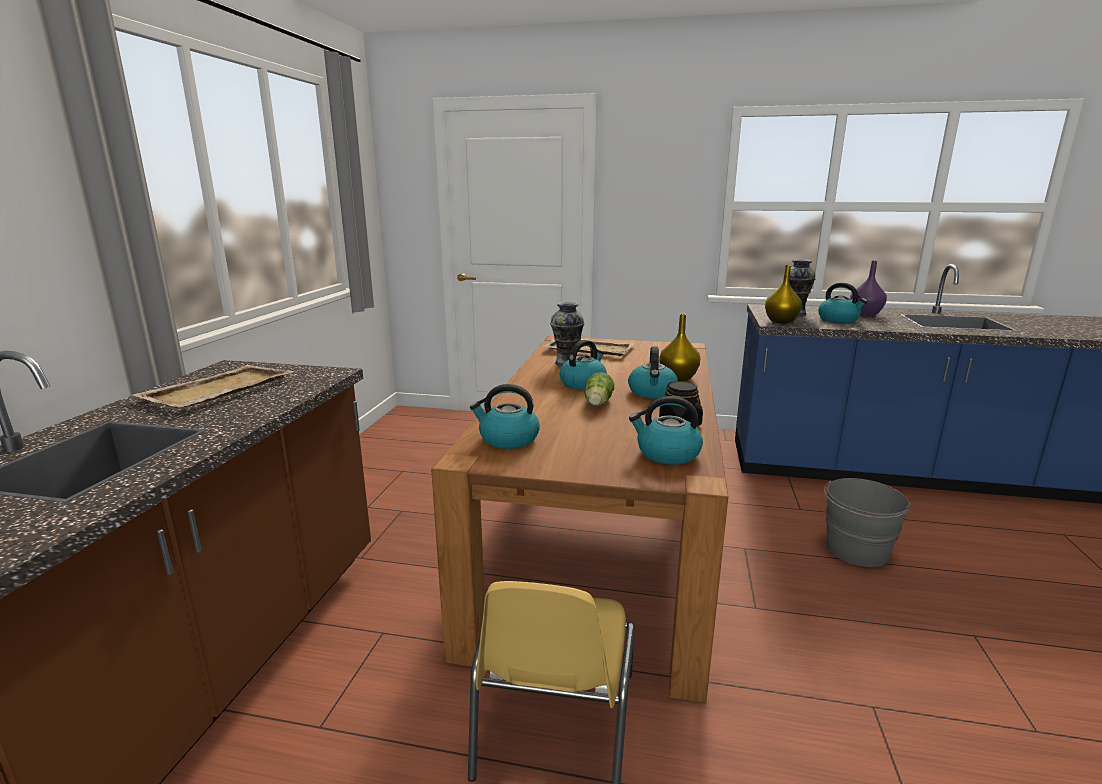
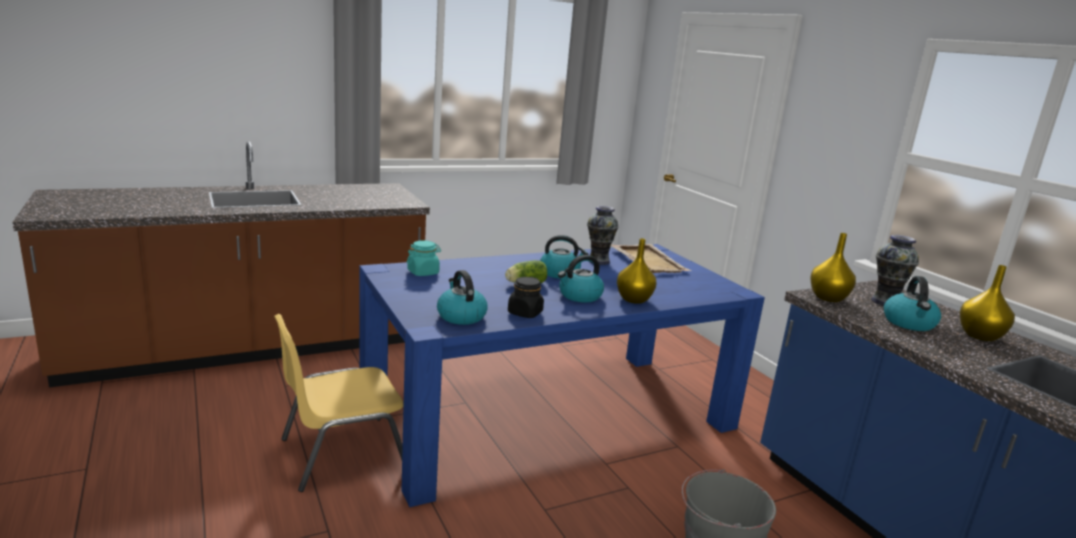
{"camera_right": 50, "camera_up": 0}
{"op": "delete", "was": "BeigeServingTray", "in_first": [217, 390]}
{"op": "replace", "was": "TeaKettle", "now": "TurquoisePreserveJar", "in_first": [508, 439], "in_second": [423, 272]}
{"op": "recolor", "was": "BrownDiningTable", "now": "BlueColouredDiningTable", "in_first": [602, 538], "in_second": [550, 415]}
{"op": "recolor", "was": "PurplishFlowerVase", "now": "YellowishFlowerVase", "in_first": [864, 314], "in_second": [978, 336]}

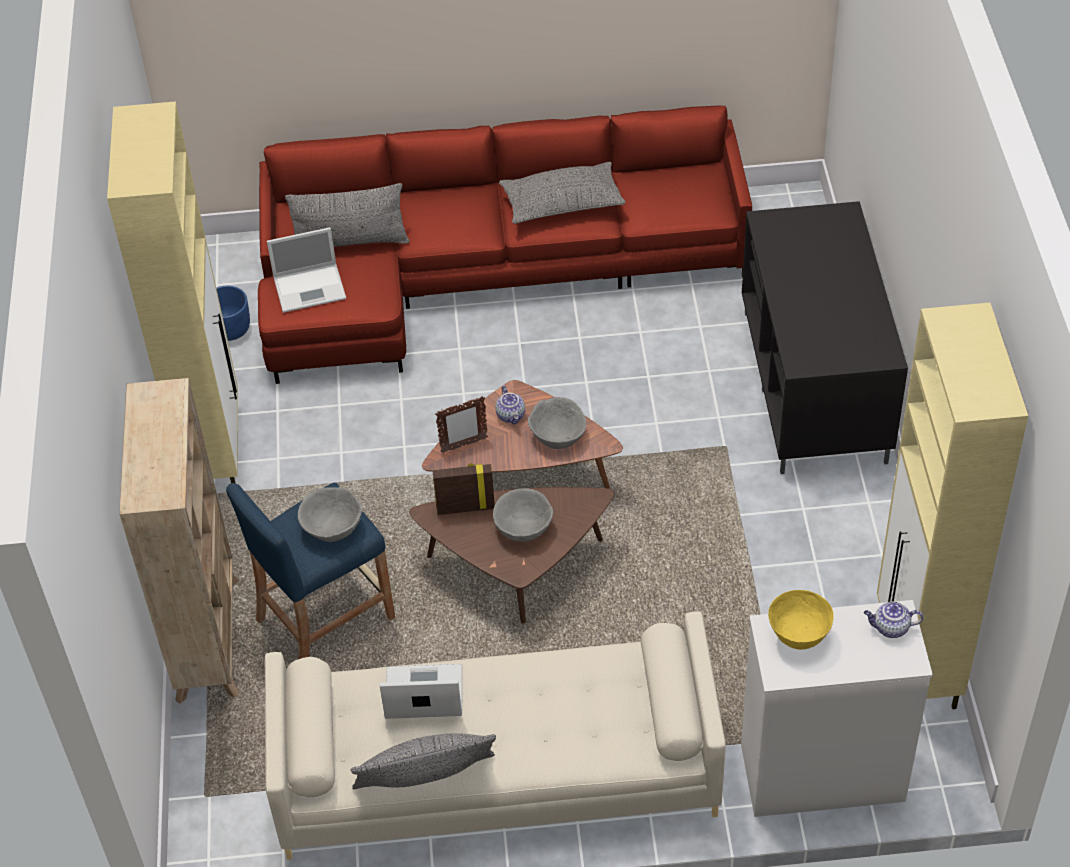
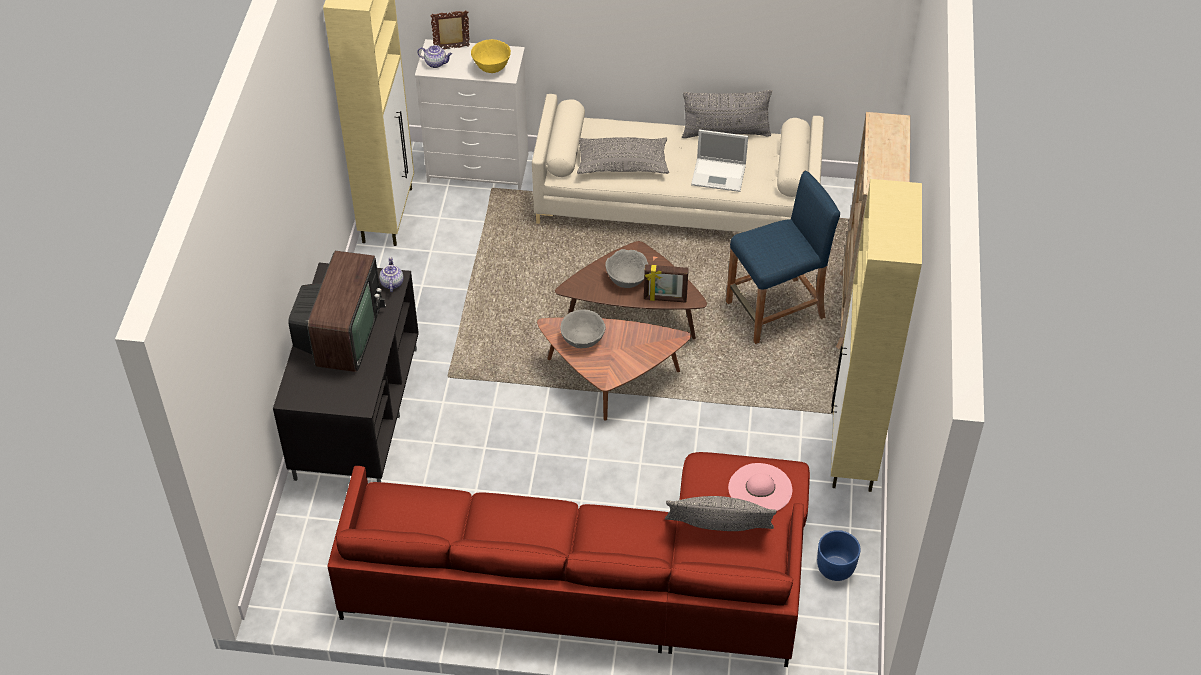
{"camera_right": -170, "camera_up": 0}
{"op": "delete", "was": "GrayBowl", "in_first": [332, 527]}
{"op": "insert", "now": "Tv", "in_second": [342, 335]}
{"op": "move", "was": "StandingFrame", "in_first": [463, 445], "in_second": [452, 48]}
{"op": "move", "was": "TeaPot", "in_first": [511, 415], "in_second": [391, 283]}
{"op": "move", "was": "GrayPillow", "in_first": [562, 203], "in_second": [622, 164]}
{"op": "replace", "was": "PortableComputer", "now": "PinkColouredClothingHat", "in_first": [311, 287], "in_second": [760, 489]}

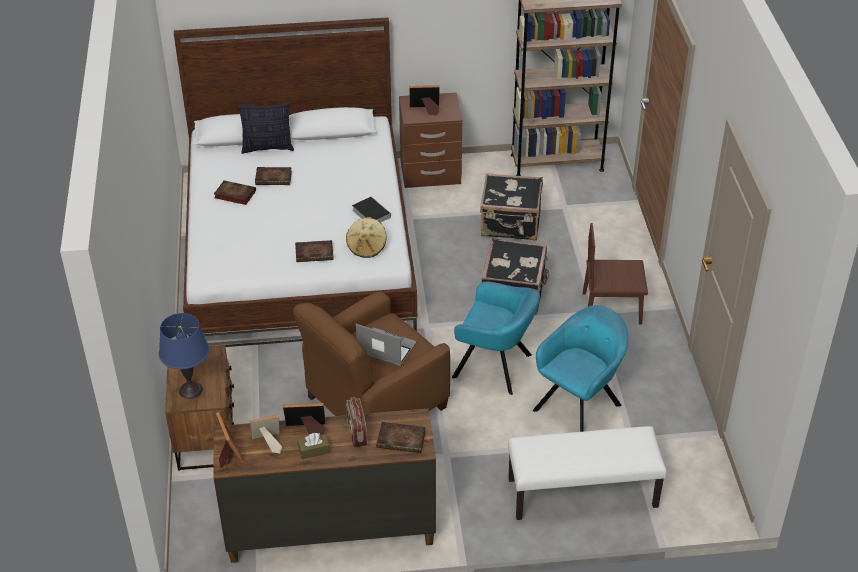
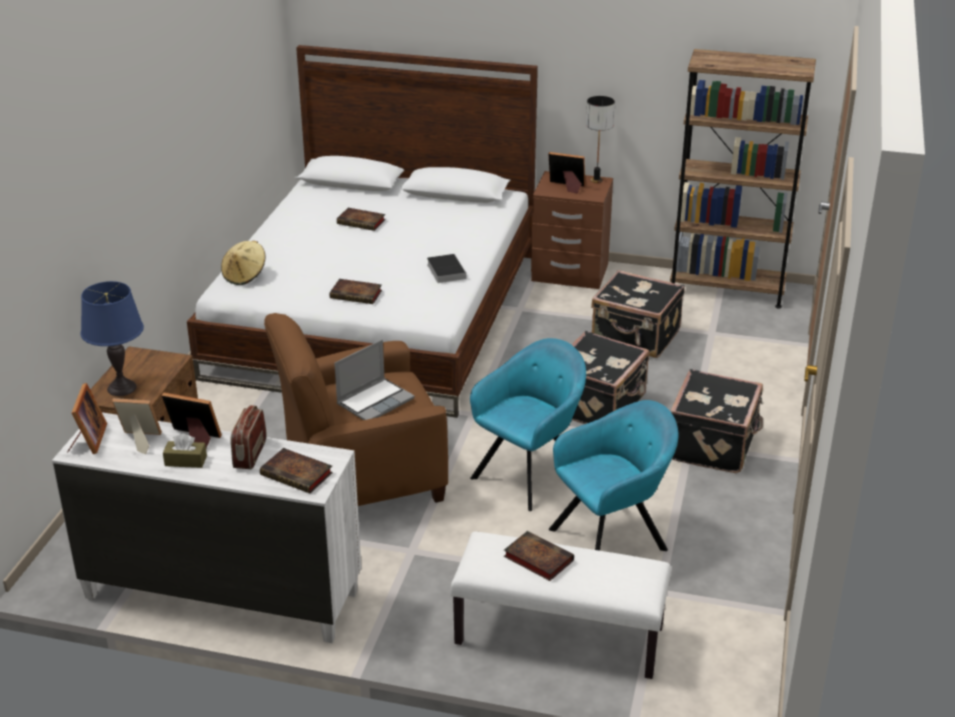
{"camera_right": 20, "camera_up": -10}
{"op": "delete", "was": "Pillow", "in_first": [267, 148]}
{"op": "insert", "now": "TableLamp", "in_second": [597, 180]}
{"op": "move", "was": "Book", "in_first": [234, 194], "in_second": [536, 558]}
{"op": "move", "was": "BeigeClothingHat", "in_first": [367, 247], "in_second": [245, 276]}
{"op": "replace", "was": "BrownChair", "now": "BlackColouredPieceOfLuggage", "in_first": [612, 308], "in_second": [713, 445]}
{"op": "recolor", "was": "BrownDrawerChest", "now": "WhiteColouredDrawerChest", "in_first": [329, 529], "in_second": [221, 593]}
{"op": "rotate", "was": "PortableComputer", "in_first": [385, 349], "in_second": [375, 401], "clockwise": 90}
{"op": "rotate", "was": "TurquoiseEasyChair", "in_first": [495, 367], "in_second": [530, 473], "clockwise": -90}

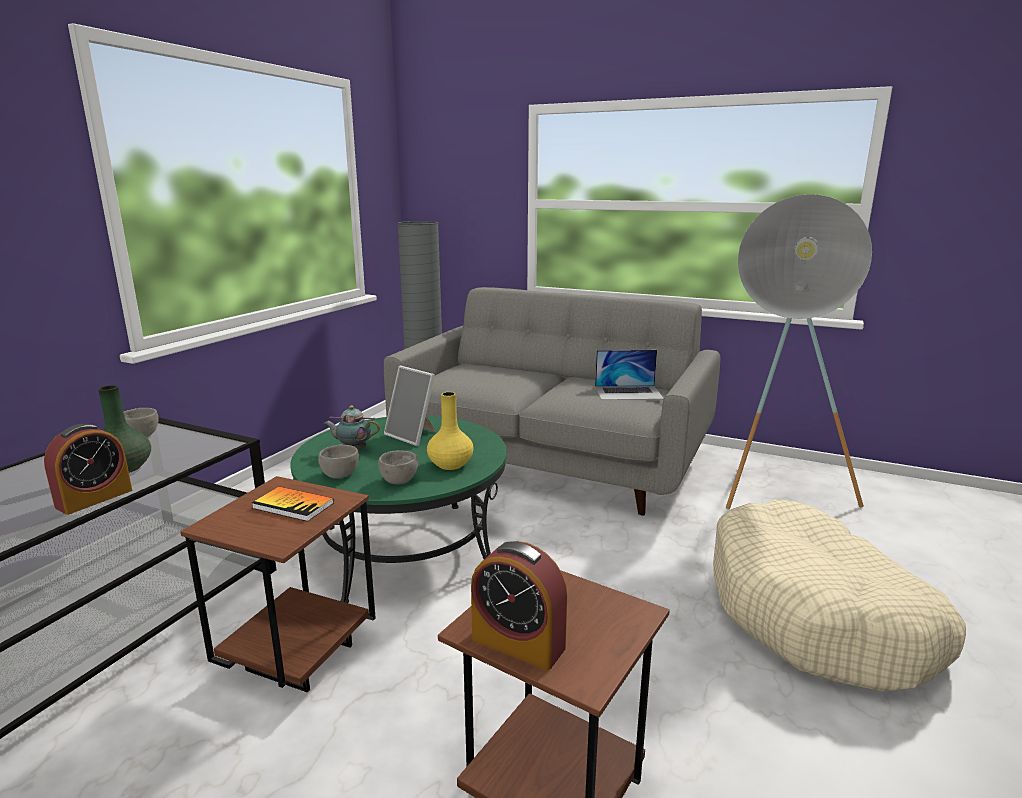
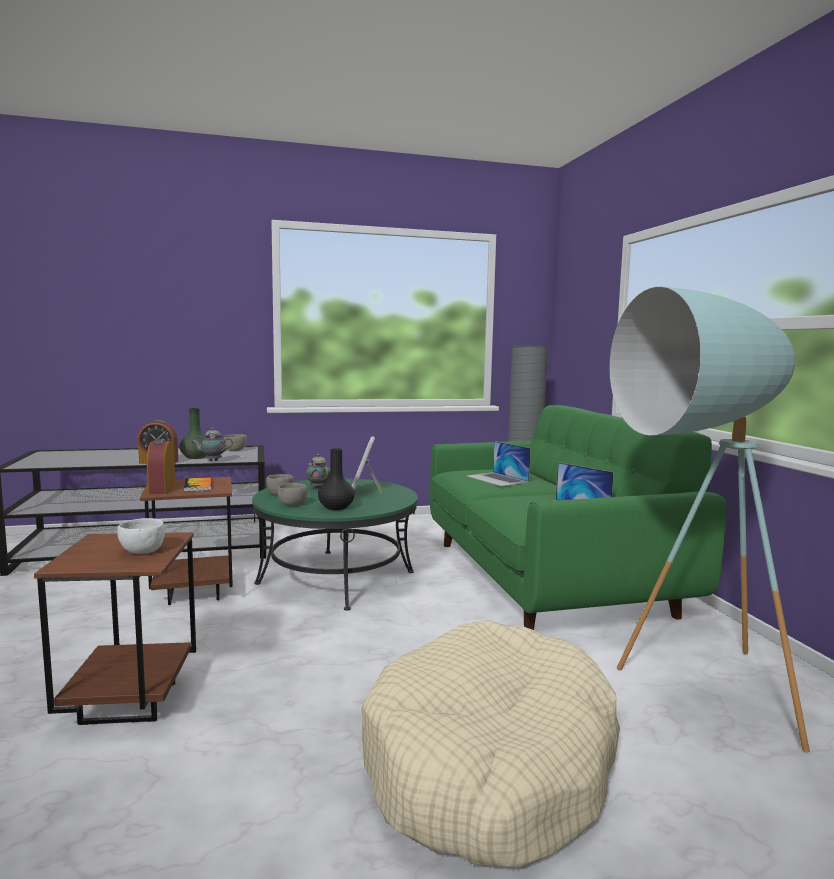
{"camera_right": 50, "camera_up": -10}
{"op": "insert", "now": "WhiteColouredBowl", "in_second": [142, 551]}
{"op": "insert", "now": "TeaPot", "in_second": [212, 461]}
{"op": "insert", "now": "PortableComputer", "in_second": [497, 479]}
{"op": "move", "was": "TableClock", "in_first": [518, 643], "in_second": [162, 489]}
{"op": "recolor", "was": "GraySettee", "now": "GreenColouredSettee", "in_first": [552, 462], "in_second": [544, 577]}
{"op": "recolor", "was": "YellowishFlowerVase", "now": "BlackColouredFlowerVase", "in_first": [450, 465], "in_second": [335, 507]}

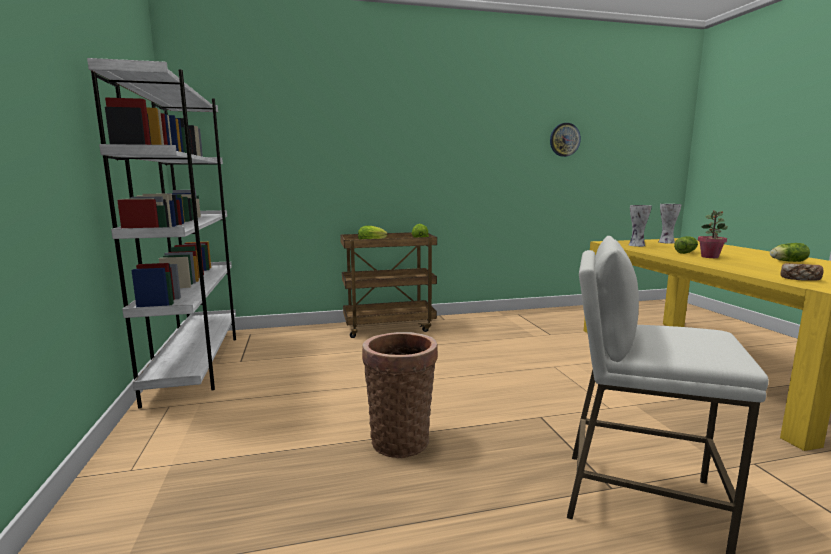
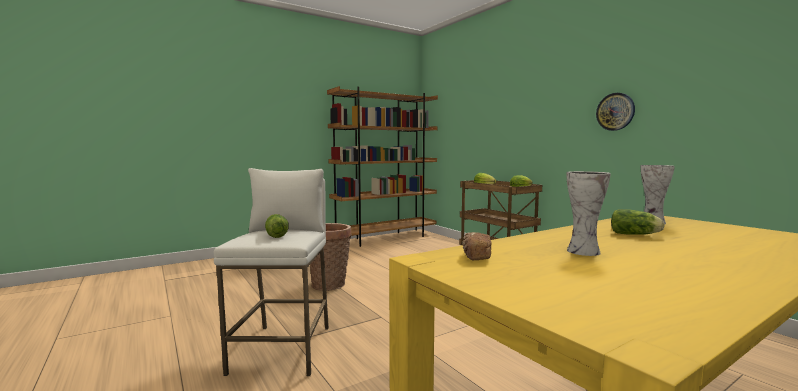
{"camera_right": 70, "camera_up": -5}
{"op": "delete", "was": "PottedPlant", "in_first": [710, 257]}
{"op": "move", "was": "ClockOnTheWall", "in_first": [564, 139], "in_second": [615, 111]}
{"op": "move", "was": "FlowerVase", "in_first": [666, 242], "in_second": [581, 251]}
{"op": "move", "was": "HeadOfLettuce", "in_first": [786, 261], "in_second": [276, 234]}
{"op": "recolor", "was": "WhiteColouredBookshelf", "now": "BrownBookshelf", "in_first": [197, 363], "in_second": [385, 238]}

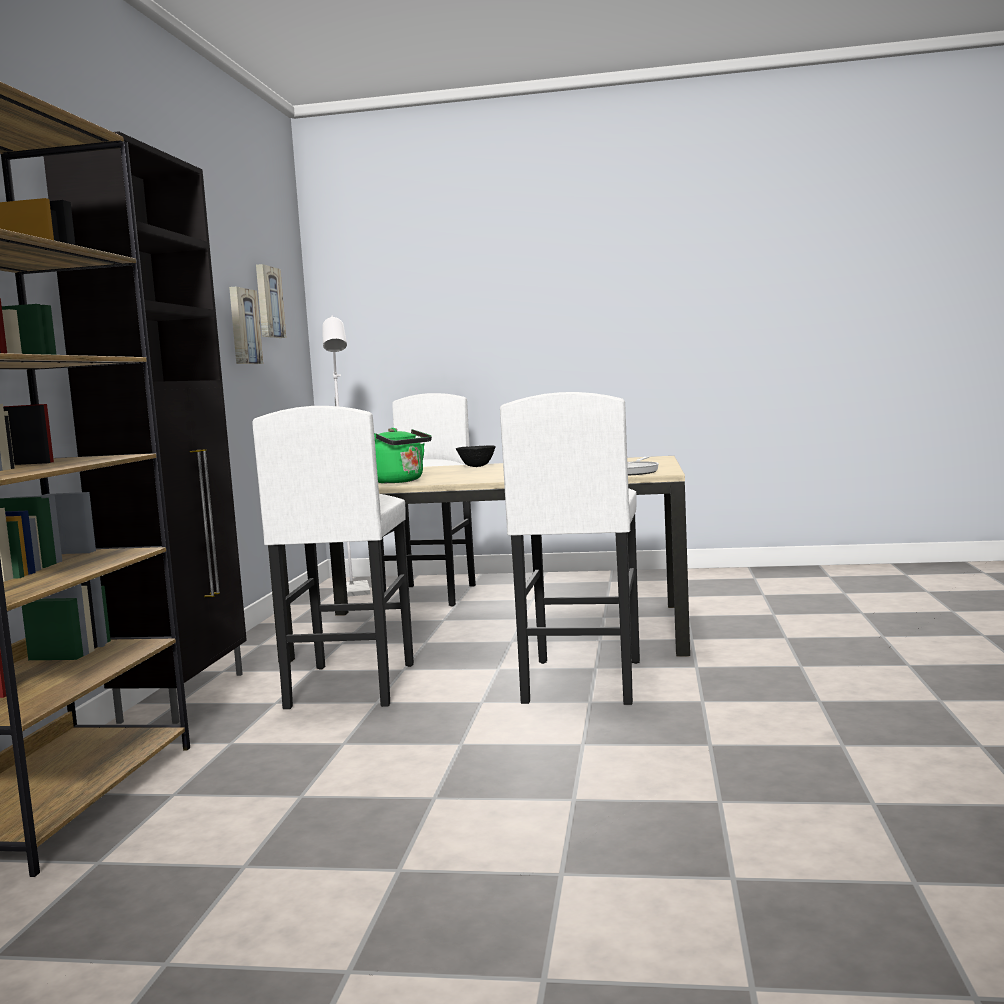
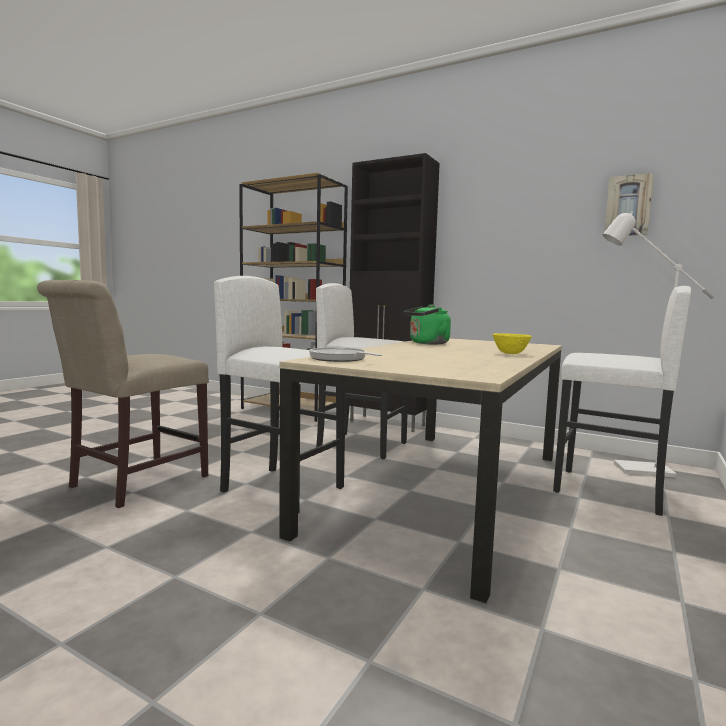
{"camera_right": 110, "camera_up": 0}
{"op": "delete", "was": "WallPicture", "in_first": [243, 326]}
{"op": "insert", "now": "BeigeChair", "in_second": [133, 483]}
{"op": "recolor", "was": "BlackColouredBowl", "now": "YellowishBowl", "in_first": [476, 466], "in_second": [511, 353]}

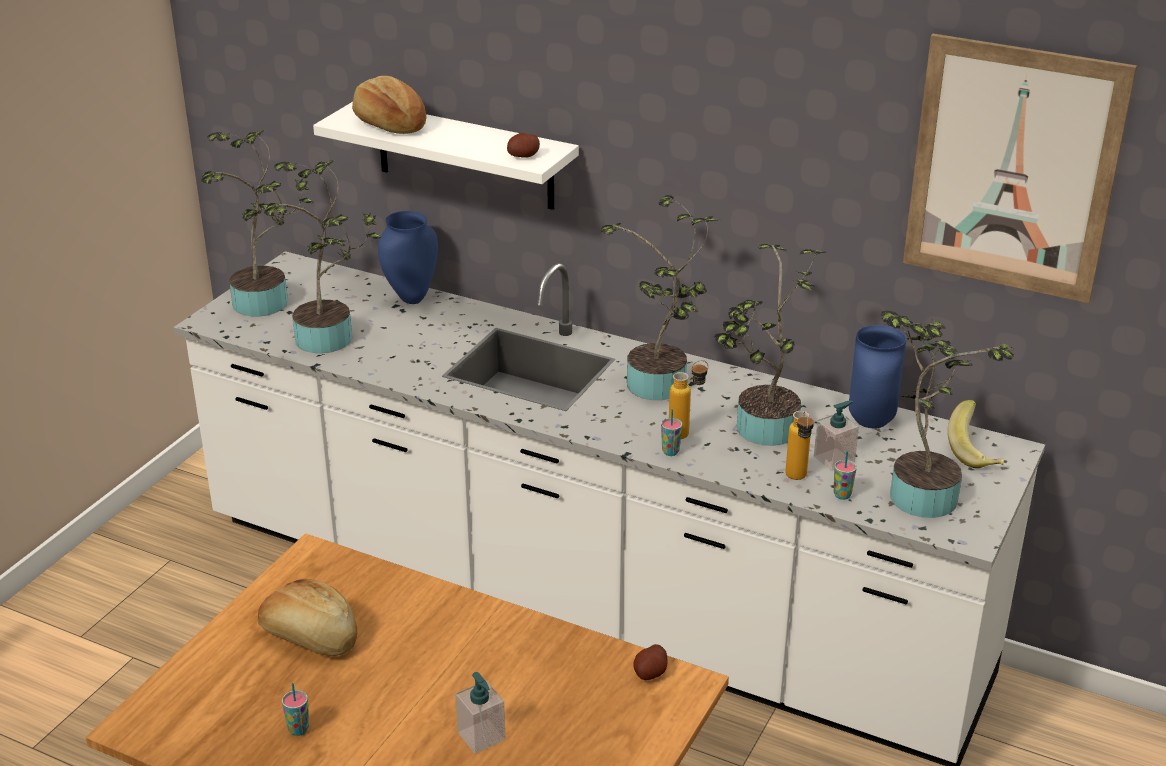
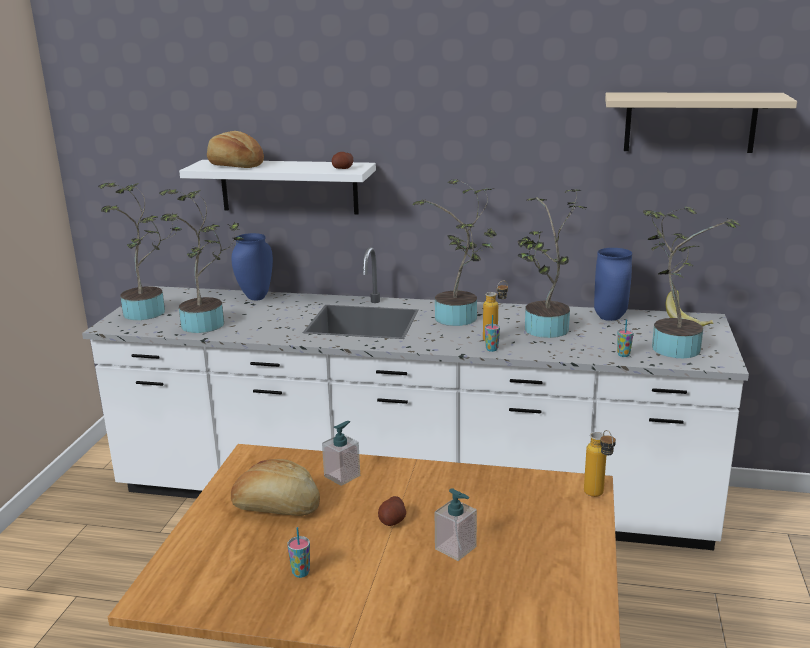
{"camera_right": -15, "camera_up": -10}
{"op": "move", "was": "Spud", "in_first": [650, 673], "in_second": [392, 521]}
{"op": "move", "was": "Bottle", "in_first": [797, 480], "in_second": [597, 496]}
{"op": "move", "was": "LiquidSoapBottle", "in_first": [834, 459], "in_second": [342, 476]}
{"op": "replace", "was": "WallPicture", "now": "BeigeShelf", "in_first": [1013, 169], "in_second": [689, 122]}

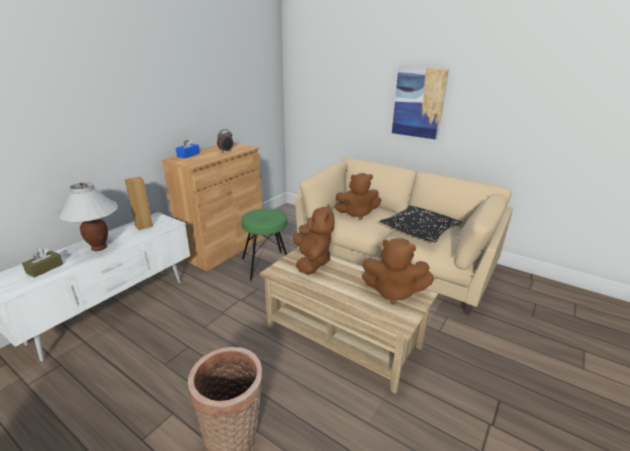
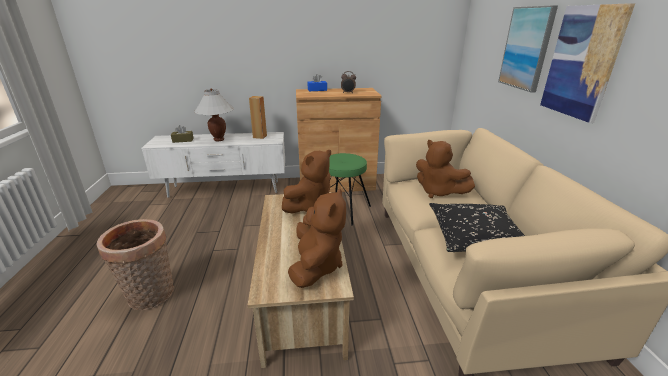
{"camera_right": 50, "camera_up": 0}
{"op": "insert", "now": "WallPicture", "in_second": [526, 48]}
{"op": "rotate", "was": "BrownPlushToy", "in_first": [393, 292], "in_second": [316, 266], "clockwise": -150}

